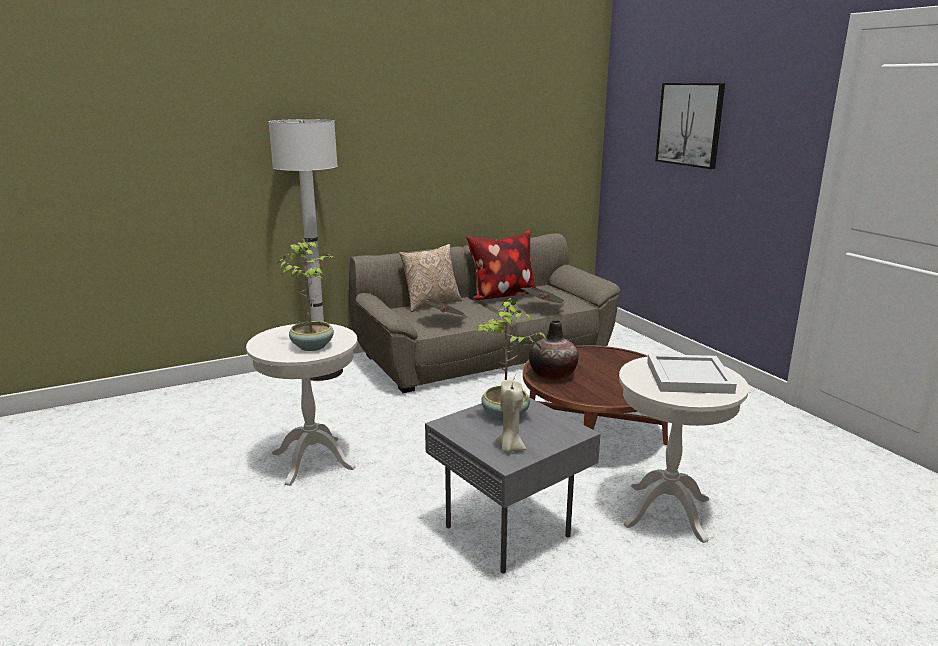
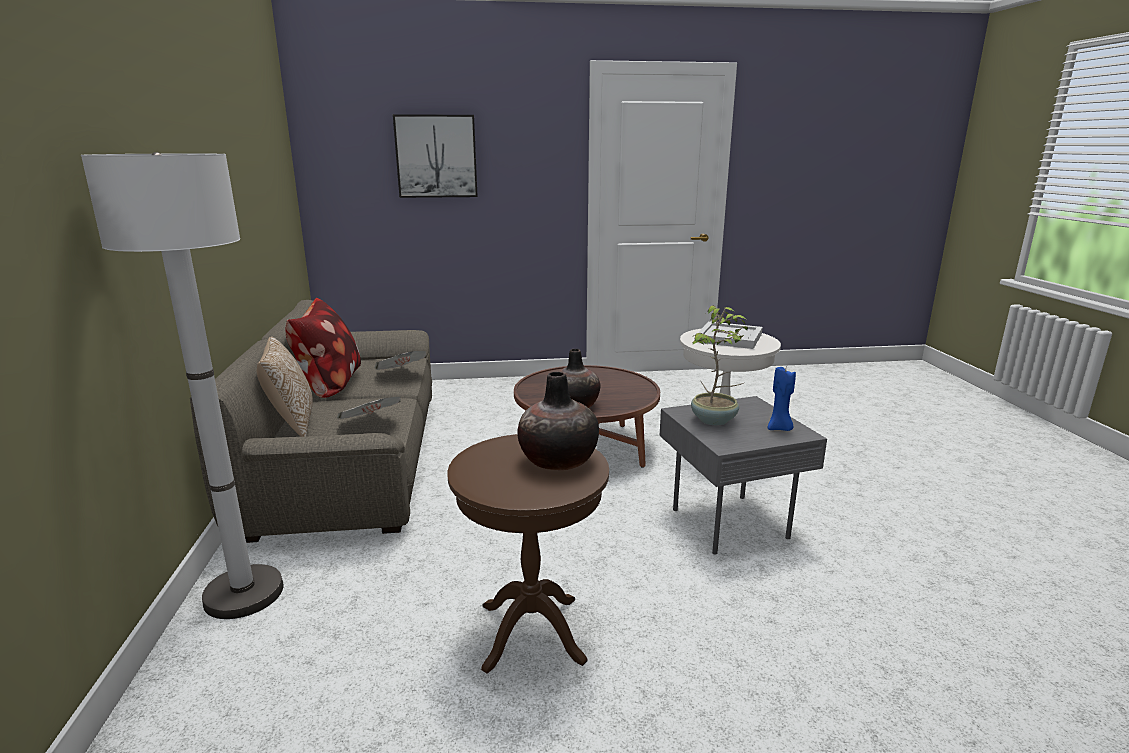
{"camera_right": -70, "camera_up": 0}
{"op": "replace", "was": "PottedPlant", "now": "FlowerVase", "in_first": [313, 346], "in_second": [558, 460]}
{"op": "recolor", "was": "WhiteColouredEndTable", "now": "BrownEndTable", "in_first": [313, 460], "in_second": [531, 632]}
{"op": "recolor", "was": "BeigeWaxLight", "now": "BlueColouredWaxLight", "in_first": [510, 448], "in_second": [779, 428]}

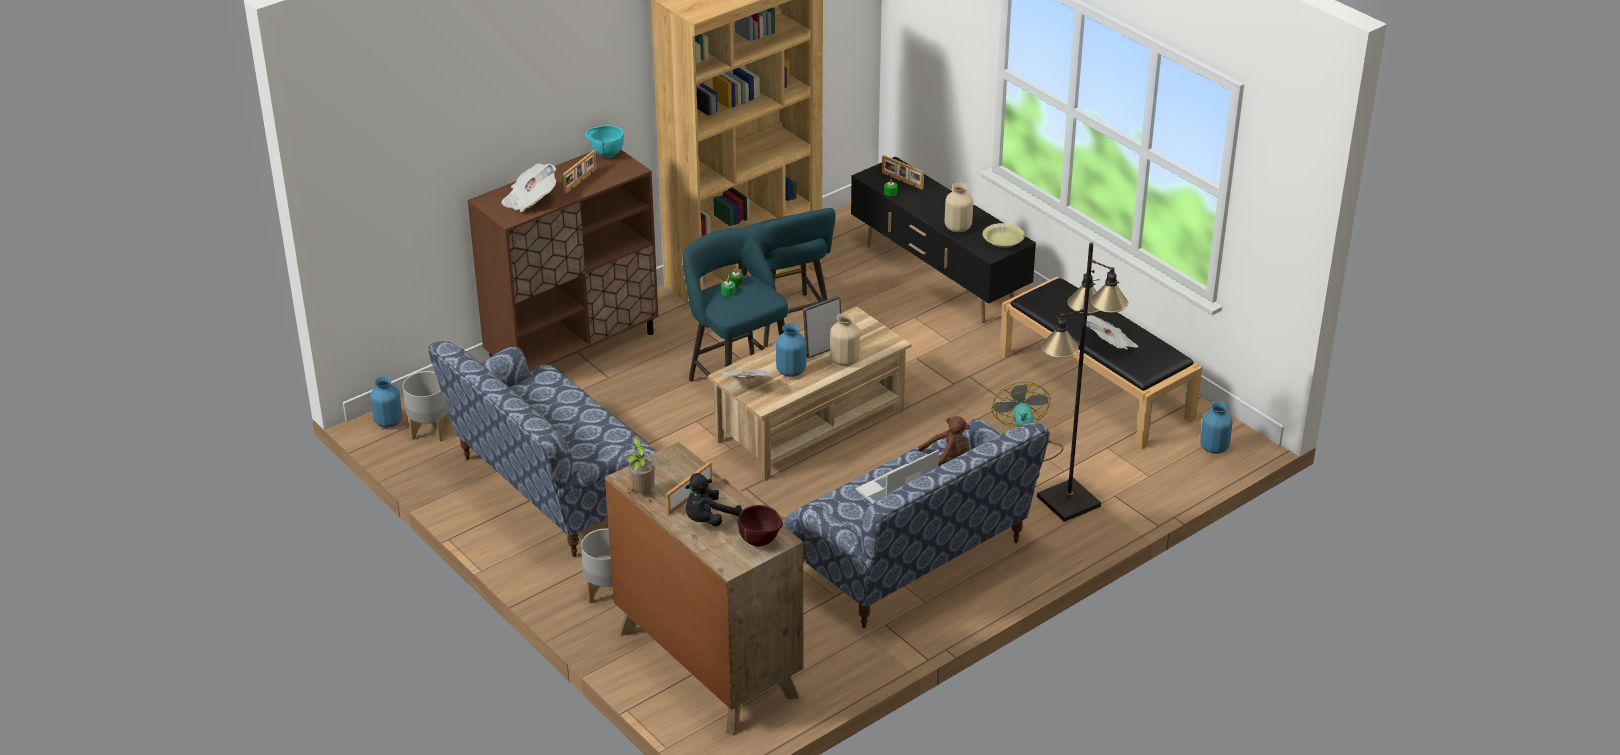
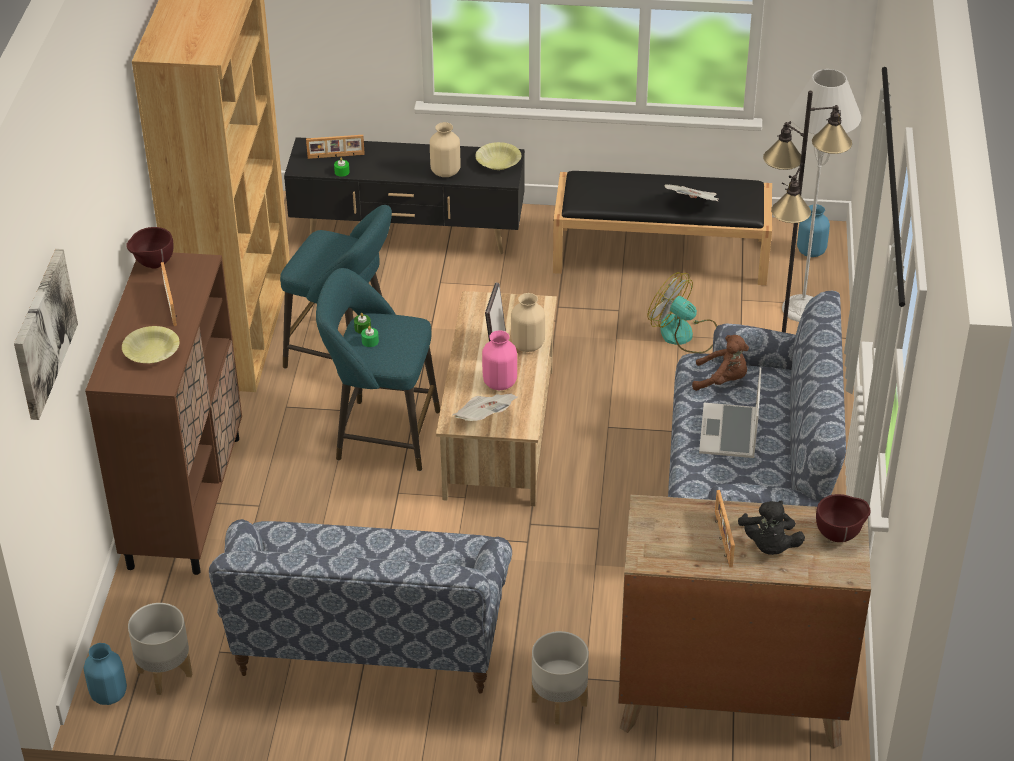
{"camera_right": -45, "camera_up": 5}
{"op": "delete", "was": "PottedPlant", "in_first": [641, 492]}
{"op": "insert", "now": "WallPicture", "in_second": [43, 333]}
{"op": "insert", "now": "GrayStandardLamp", "in_second": [802, 309]}
{"op": "replace", "was": "DailyPaper", "now": "YellowishBowl", "in_first": [530, 200], "in_second": [152, 353]}
{"op": "recolor", "was": "TurquoiseBowl", "now": "BrownBowl", "in_first": [606, 155], "in_second": [152, 265]}
{"op": "recolor", "was": "BlueColouredFlowerVase", "now": "PinkColouredFlowerVase", "in_first": [791, 371], "in_second": [499, 382]}
{"op": "rotate", "was": "BrownPlushToy", "in_first": [946, 461], "in_second": [722, 380], "clockwise": 60}

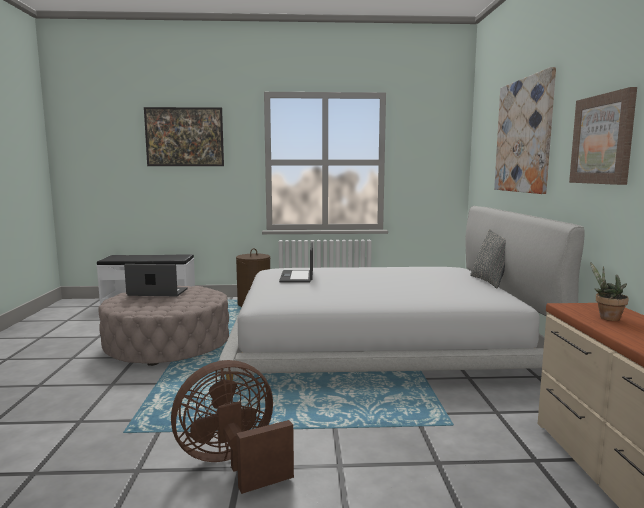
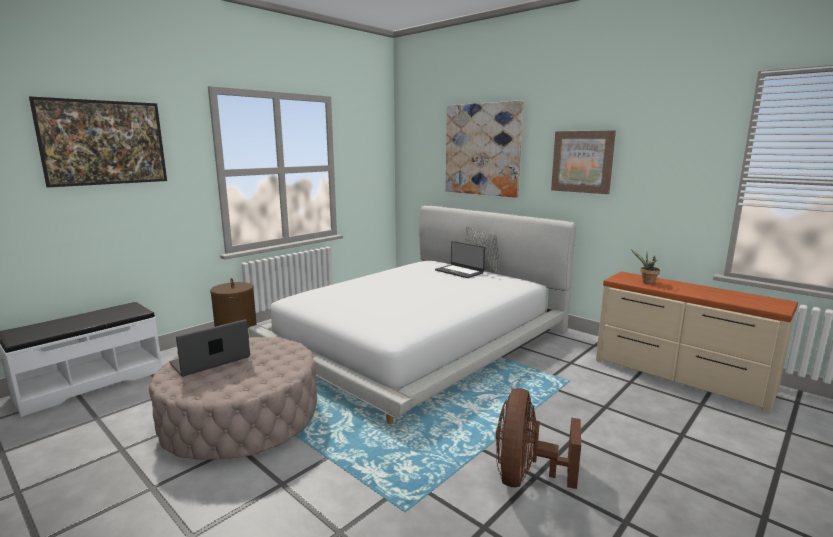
{"camera_right": -45, "camera_up": 5}
{"op": "move", "was": "PortableComputer", "in_first": [297, 277], "in_second": [459, 271]}

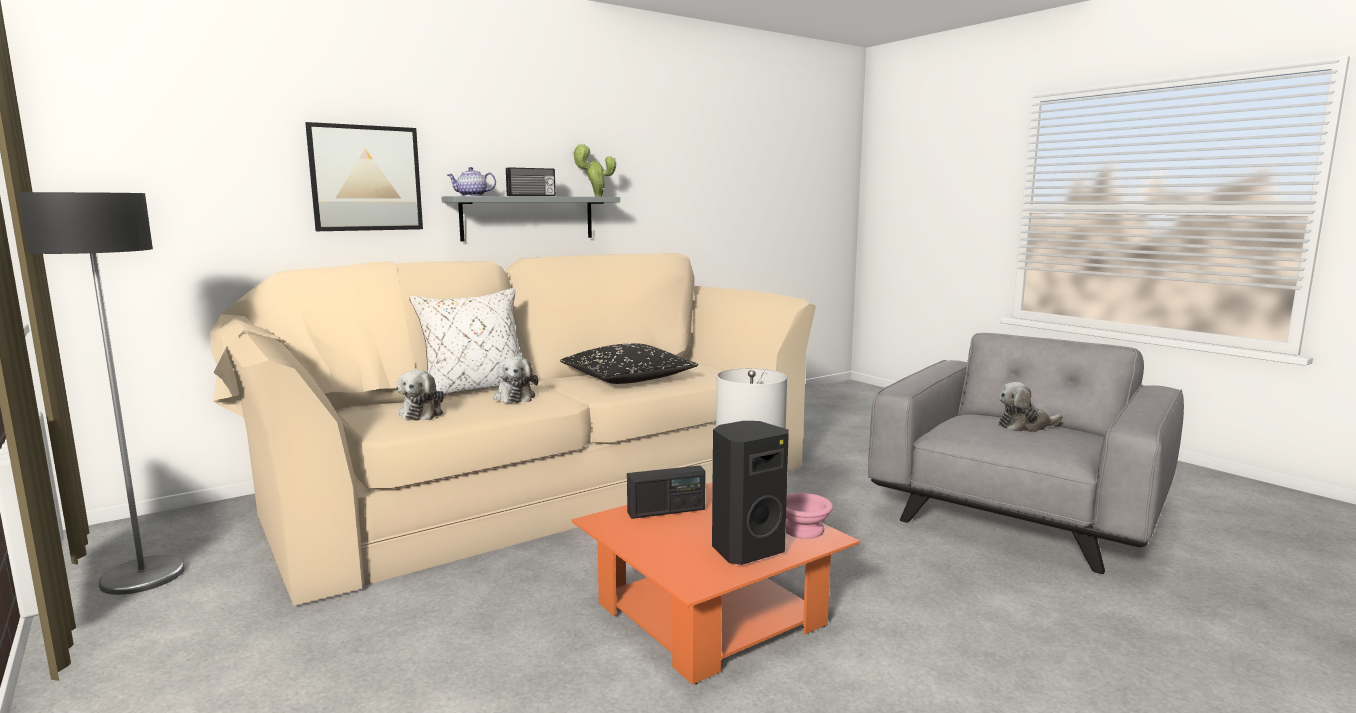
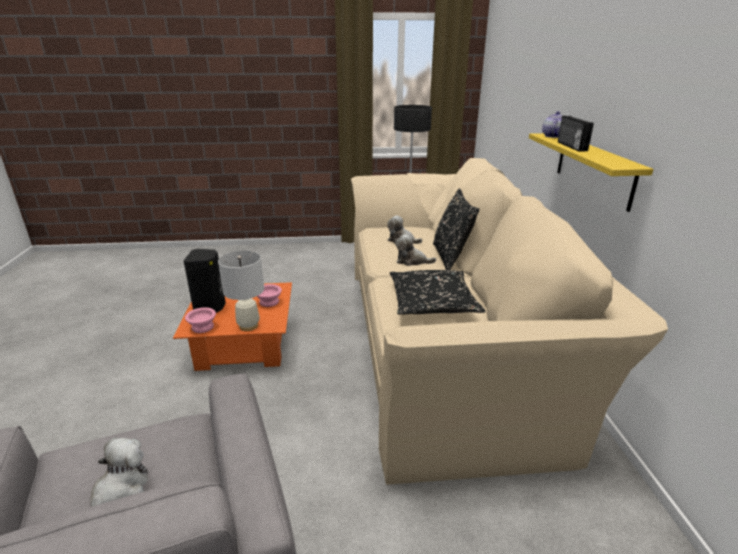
{"camera_right": 120, "camera_up": 15}
{"op": "delete", "was": "WallPicture", "in_first": [366, 178]}
{"op": "delete", "was": "PottedPlant", "in_first": [595, 196]}
{"op": "replace", "was": "RadioReceiver", "now": "PinkColouredBowl", "in_first": [666, 511], "in_second": [269, 302]}
{"op": "recolor", "was": "WhiteColouredPillow", "now": "BlackColouredPillow", "in_first": [475, 389], "in_second": [451, 257]}
{"op": "recolor", "was": "GrayShelf", "now": "YellowishShelf", "in_first": [528, 218], "in_second": [593, 169]}

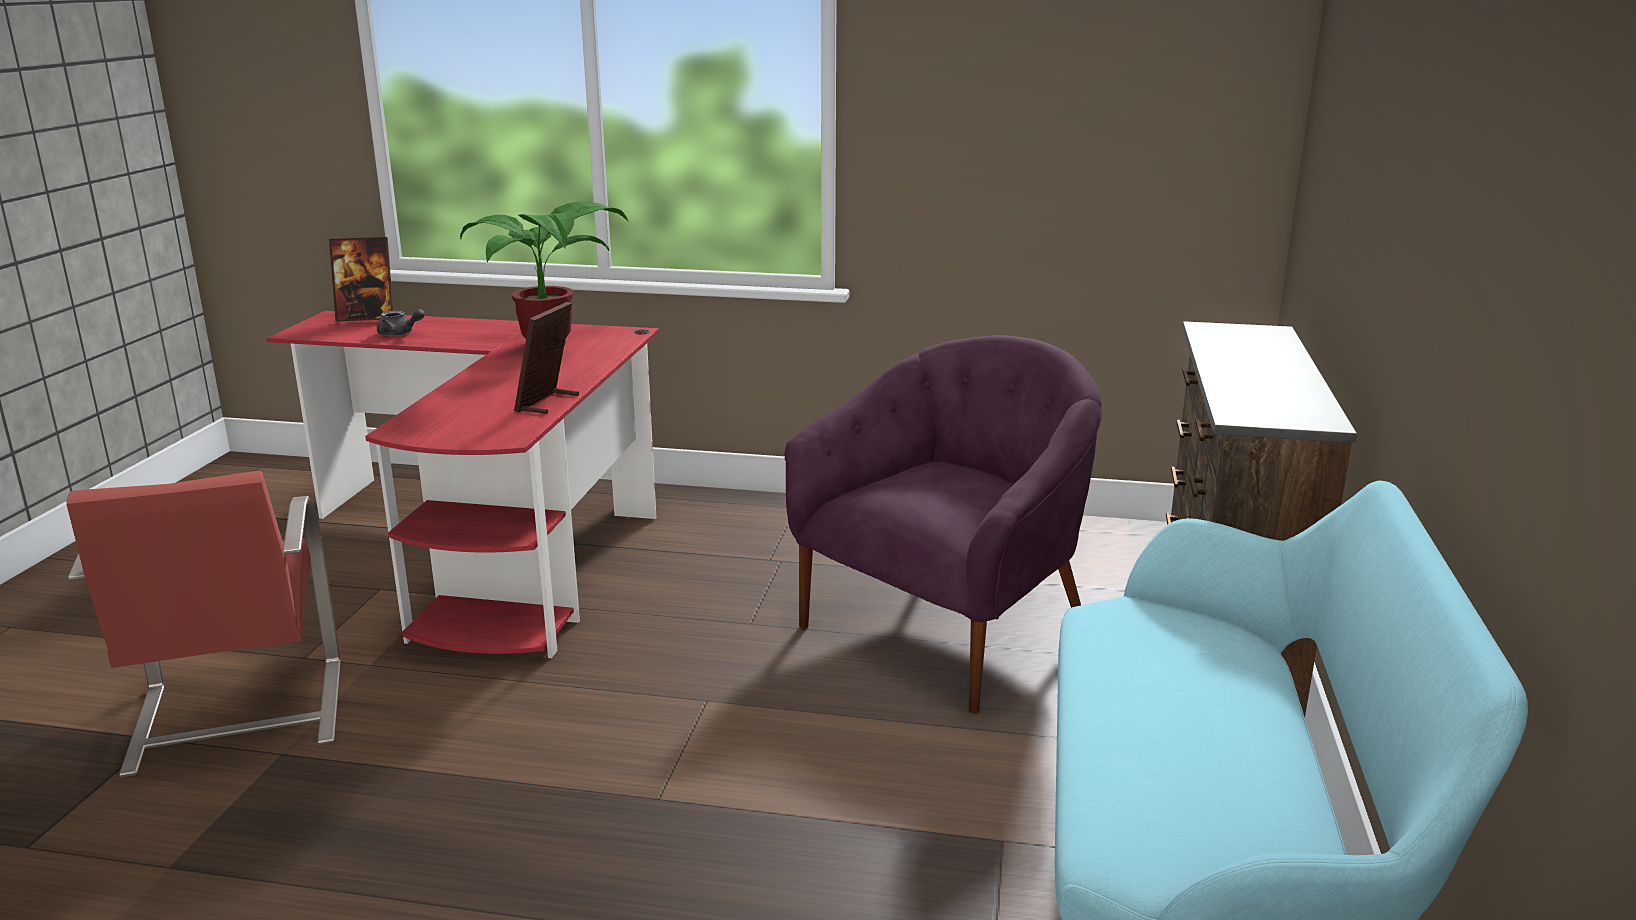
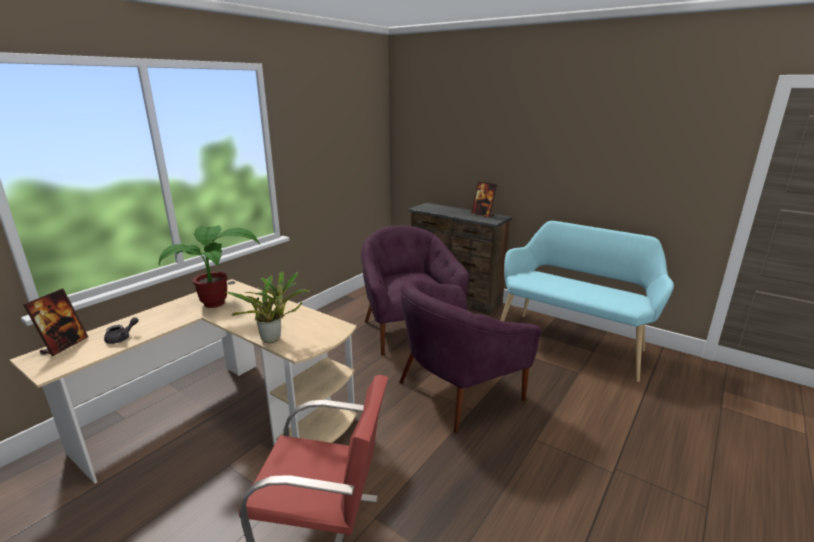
{"camera_right": -65, "camera_up": 0}
{"op": "insert", "now": "PottedPlant", "in_second": [274, 339]}
{"op": "insert", "now": "PurplishEasyChair", "in_second": [458, 390]}
{"op": "move", "was": "StandingFrame", "in_first": [547, 403], "in_second": [483, 214]}
{"op": "recolor", "was": "RedColouredDesk", "now": "BeigeDesk", "in_first": [501, 545], "in_second": [228, 414]}

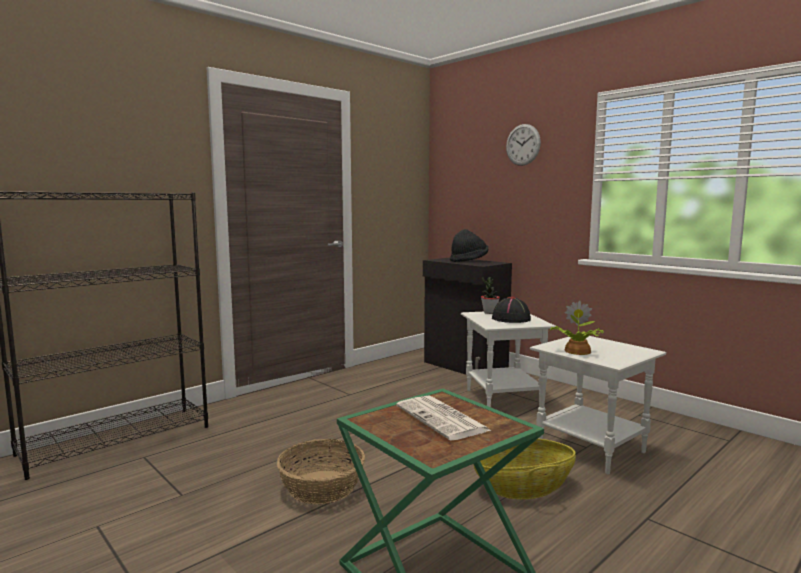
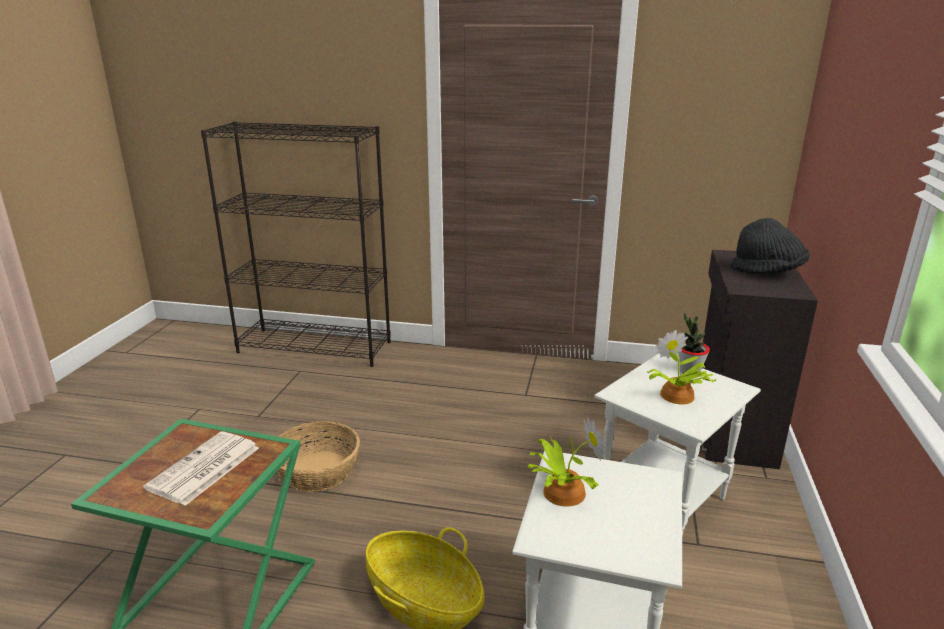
{"camera_right": 55, "camera_up": 15}
{"op": "delete", "was": "ClockOnTheWall", "in_first": [523, 145]}
{"op": "replace", "was": "BlackColouredClothingHat", "now": "PottedPlant", "in_first": [511, 319], "in_second": [676, 396]}

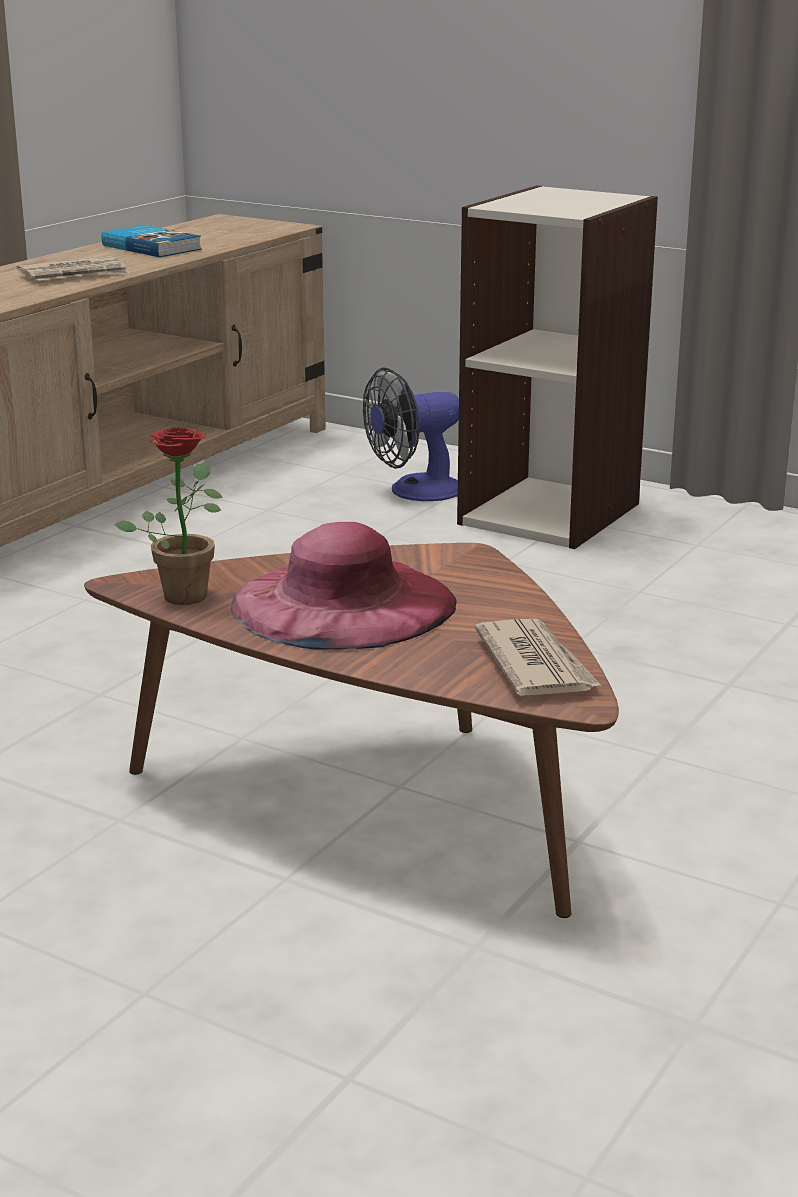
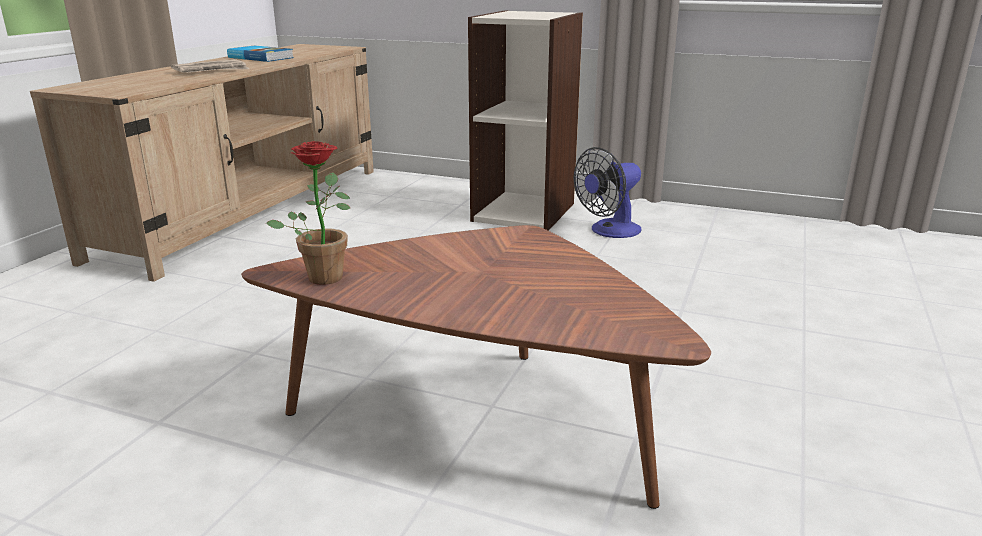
{"camera_right": -10, "camera_up": 0}
{"op": "delete", "was": "PinkColouredClothingHat", "in_first": [343, 603]}
{"op": "delete", "was": "DailyPaper", "in_first": [535, 664]}
{"op": "move", "was": "Fan", "in_first": [415, 491], "in_second": [609, 231]}

